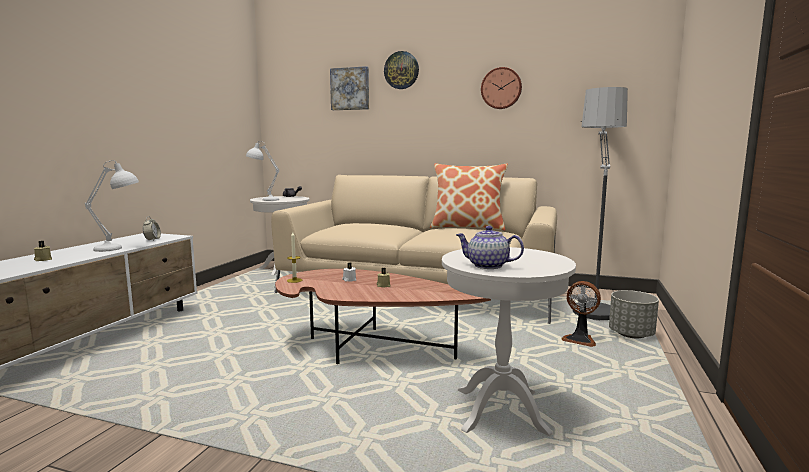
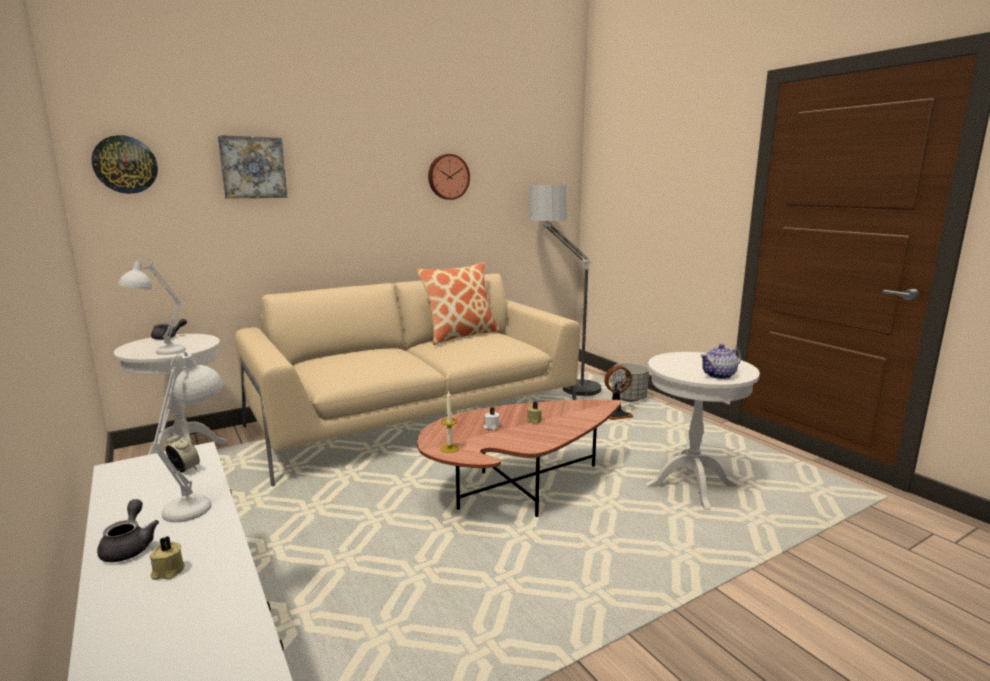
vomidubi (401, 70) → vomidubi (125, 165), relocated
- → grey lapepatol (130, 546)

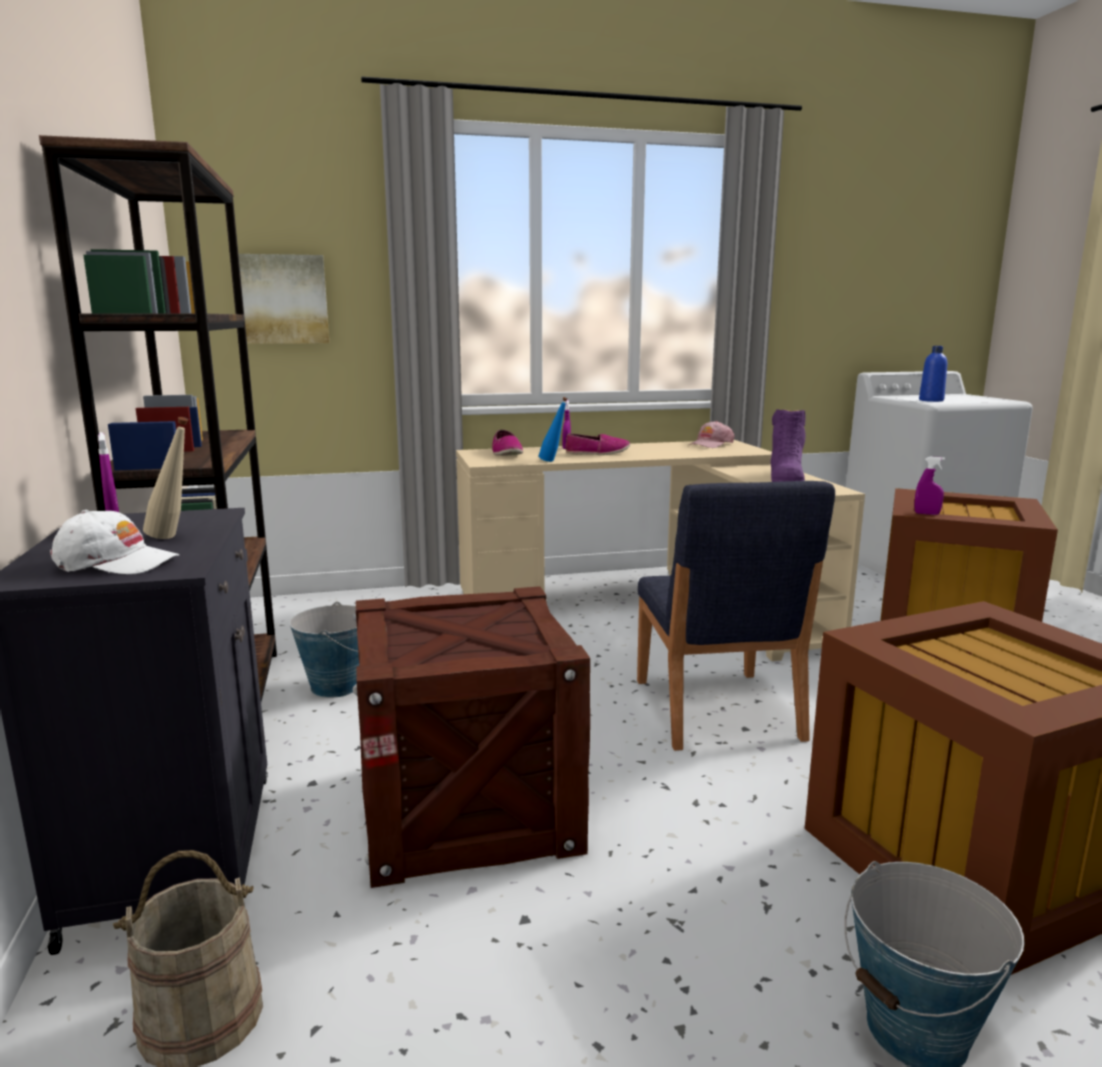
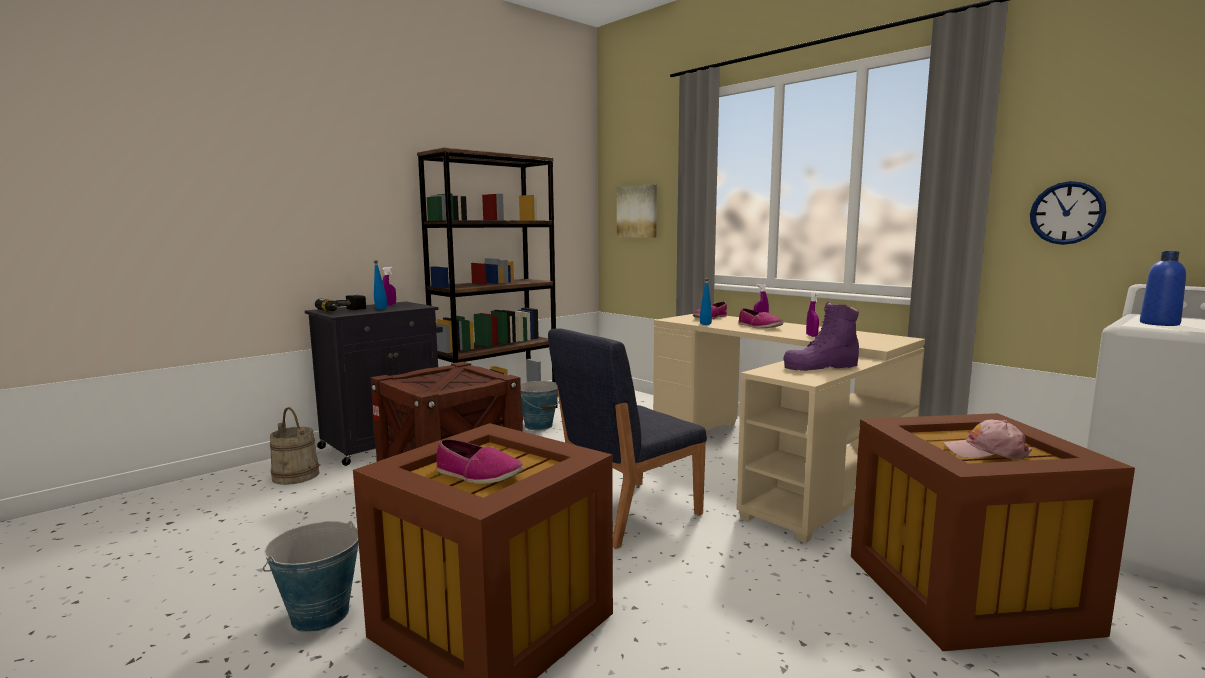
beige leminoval (174, 538) → blue leminoval (380, 309)
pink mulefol (710, 444) → pink mulefol (985, 452), relocated
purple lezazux (927, 514) → purple lezazux (811, 336), relocated
white mulefol (115, 562) → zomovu (344, 311)
- → vomidubi (1067, 213)
- → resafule (478, 475)

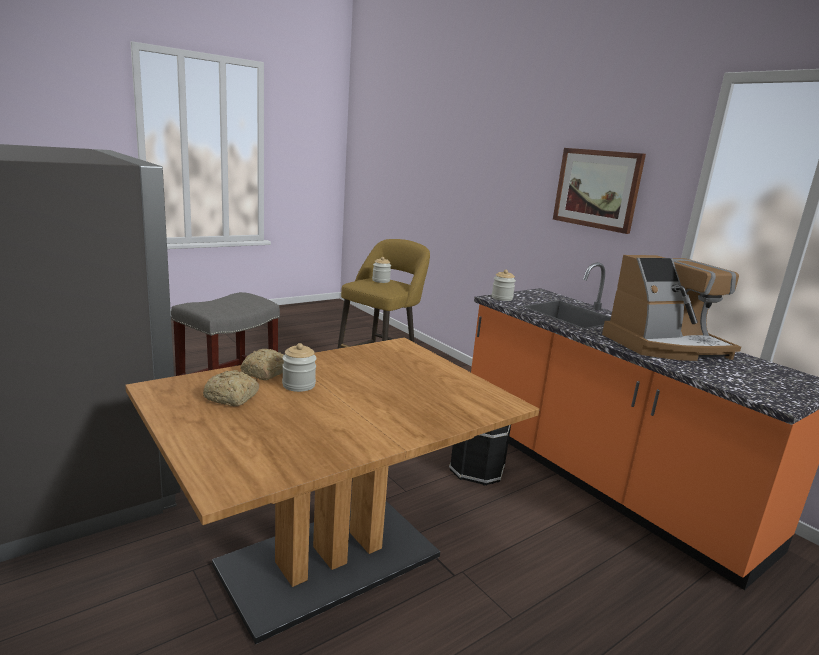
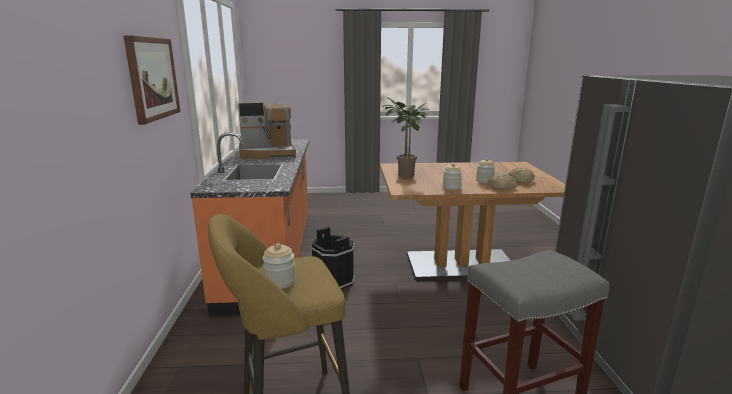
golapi (665, 346) → golapi (268, 154), 150 degrees clockwise
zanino (502, 298) → zanino (451, 187), relocated
- → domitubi (405, 176)

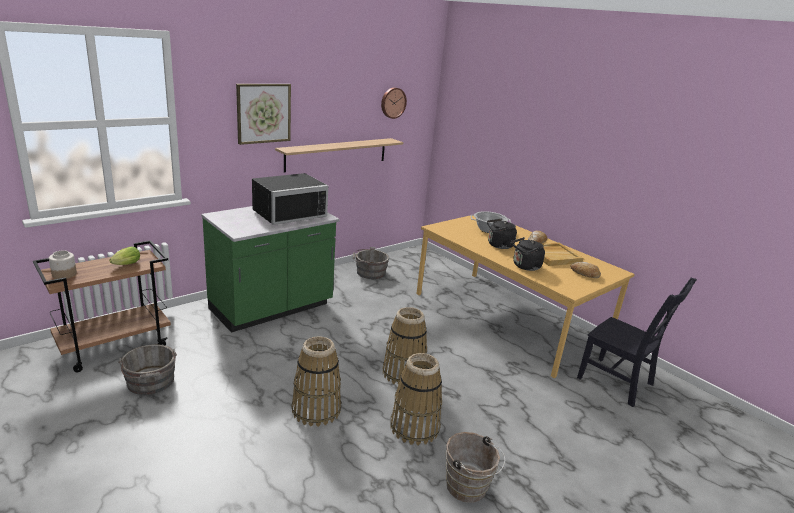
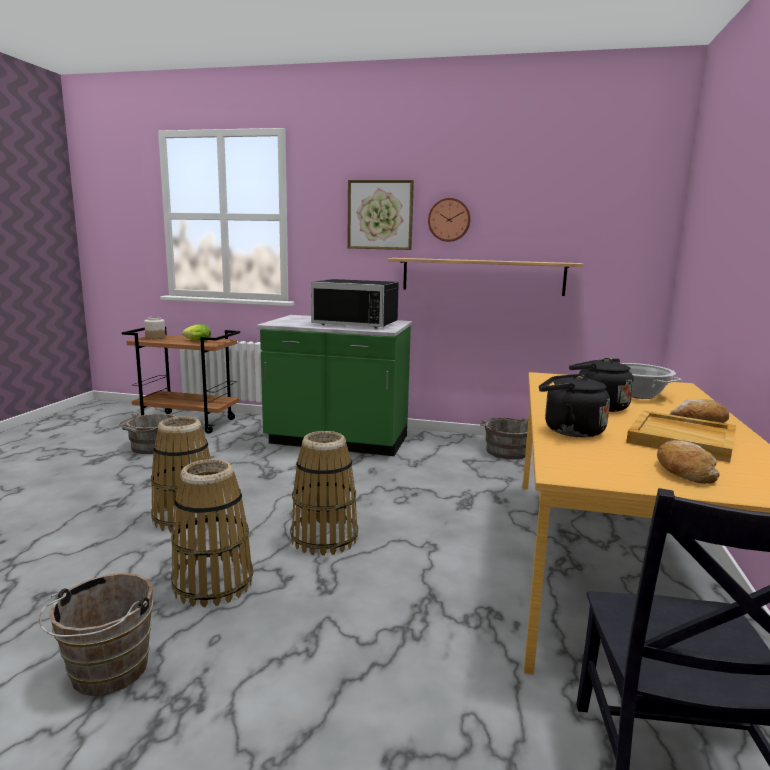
vomidubi (392, 102) → vomidubi (449, 220), relocated

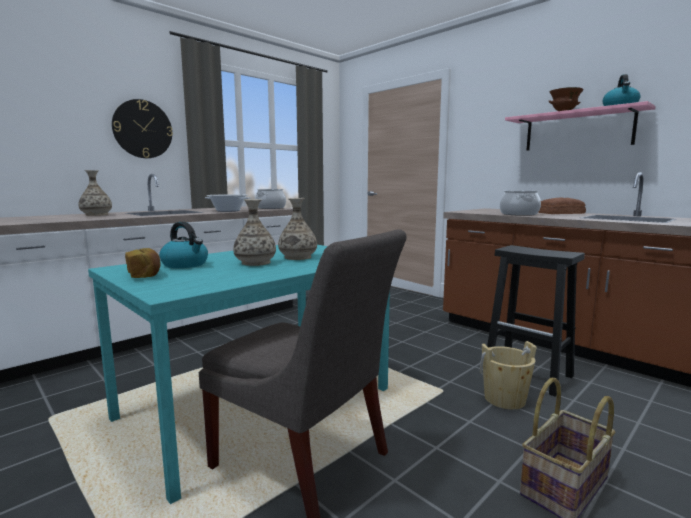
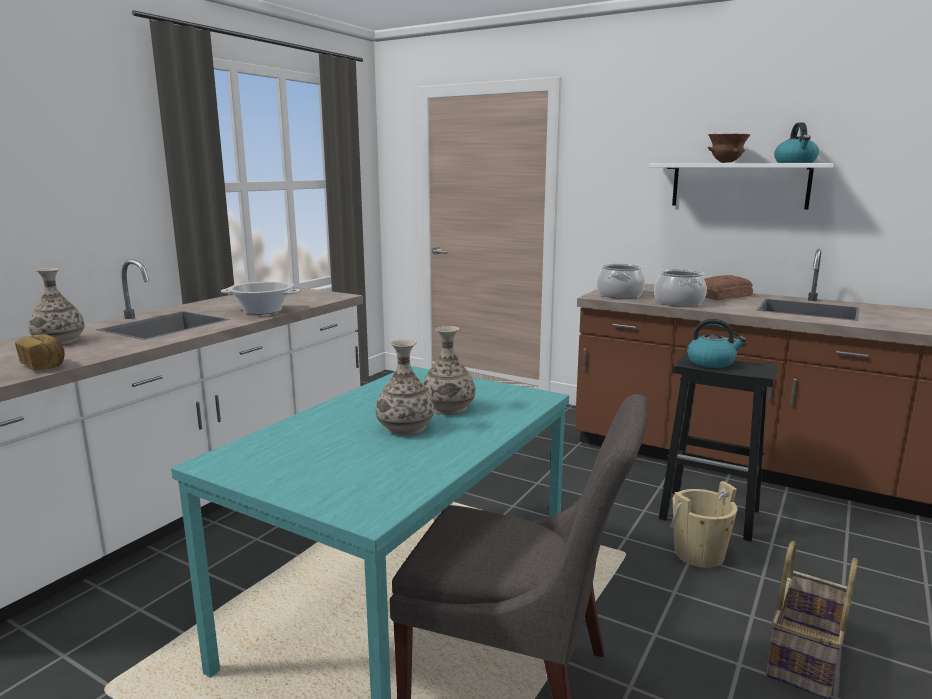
vomidubi (142, 129) → -
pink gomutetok (577, 131) → white gomutetok (739, 185)
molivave (271, 208) → molivave (620, 295), relocated
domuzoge (185, 264) → domuzoge (711, 362), relocated
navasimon (144, 275) → navasimon (44, 365), relocated

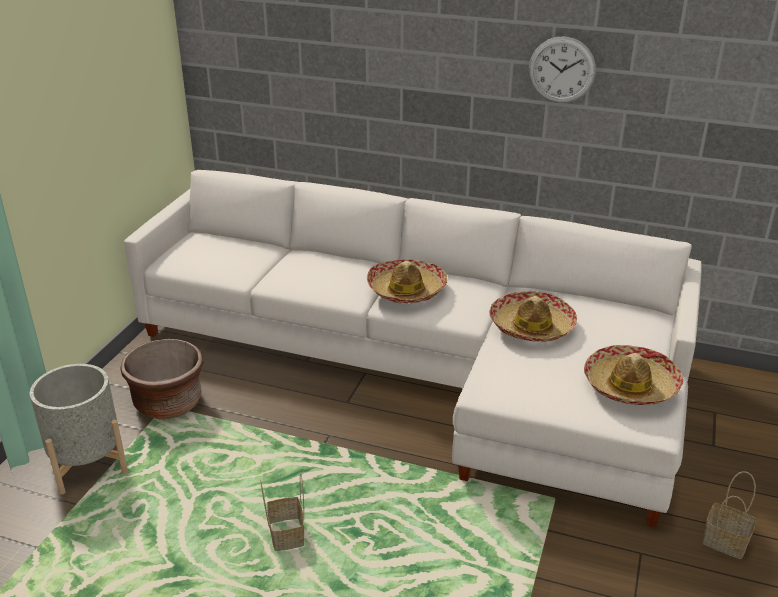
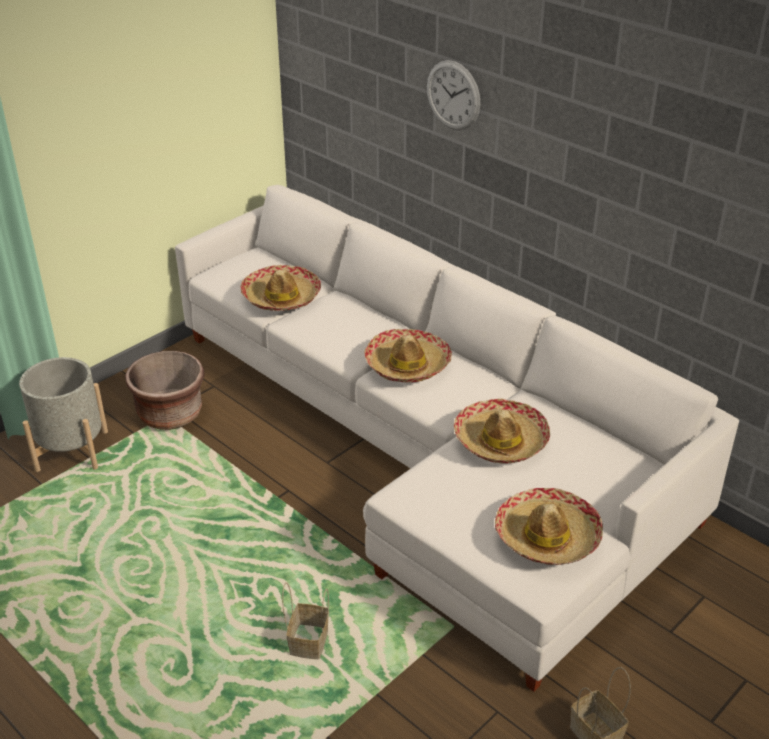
vomidubi (561, 70) → vomidubi (453, 95), relocated
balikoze (285, 534) → balikoze (308, 641), relocated
- → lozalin (281, 297)

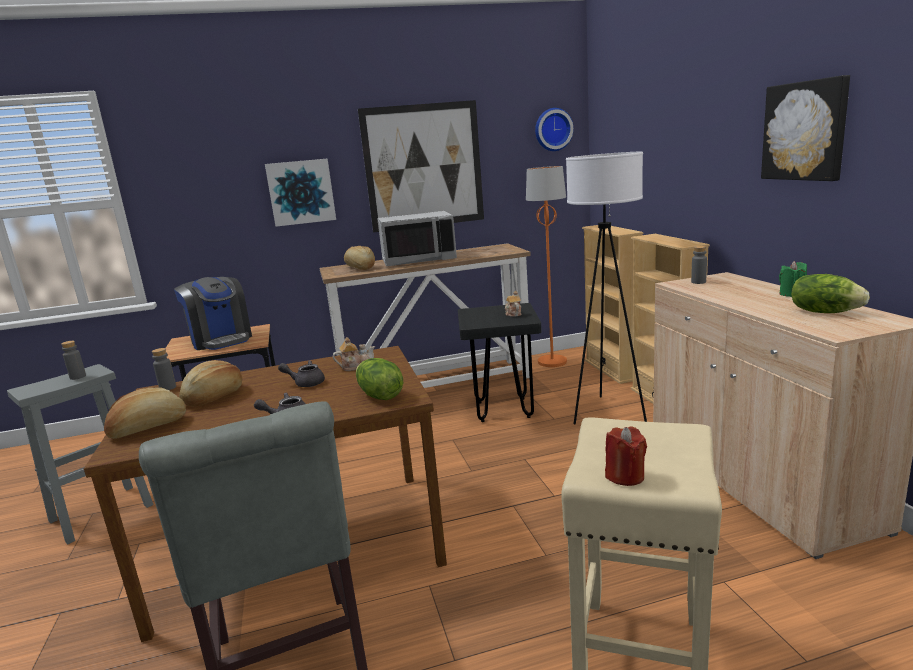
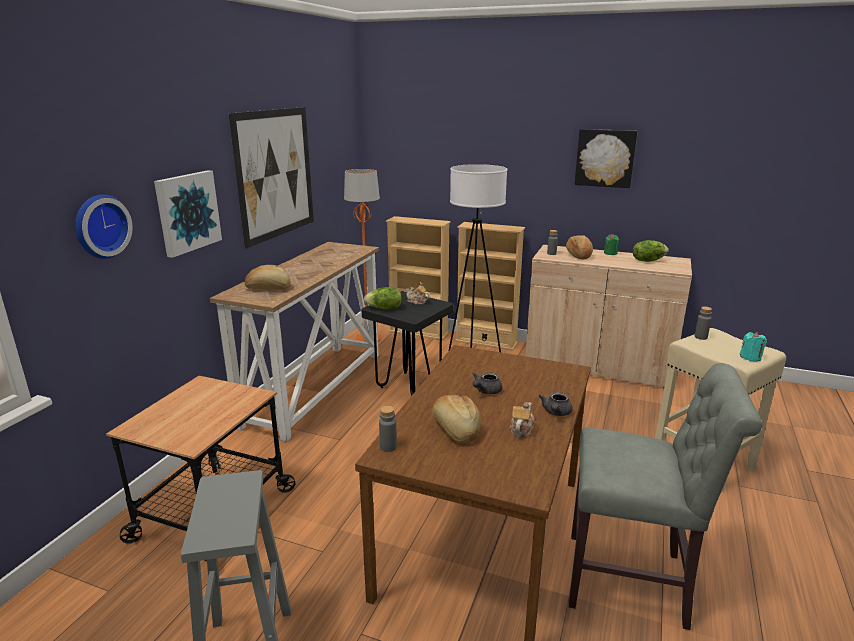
vomidubi (552, 129) → vomidubi (99, 226), relocated
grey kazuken (418, 260) → -
golapi (221, 340) → -
lapepatol (356, 366) → lapepatol (521, 429), relocated
grey leminoval (78, 377) → grey leminoval (700, 337), relocated
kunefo (379, 396) → kunefo (384, 308), relocated
navasimon (148, 427) → navasimon (578, 255), relocated
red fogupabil (625, 476) → turquoise fogupabil (750, 357)

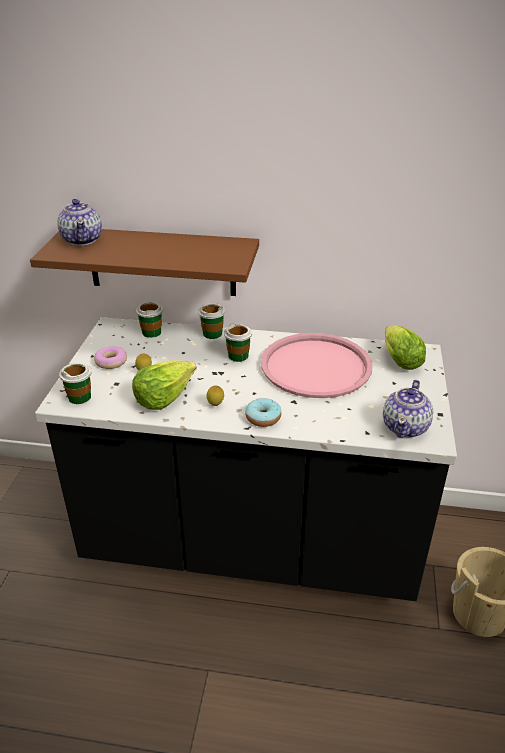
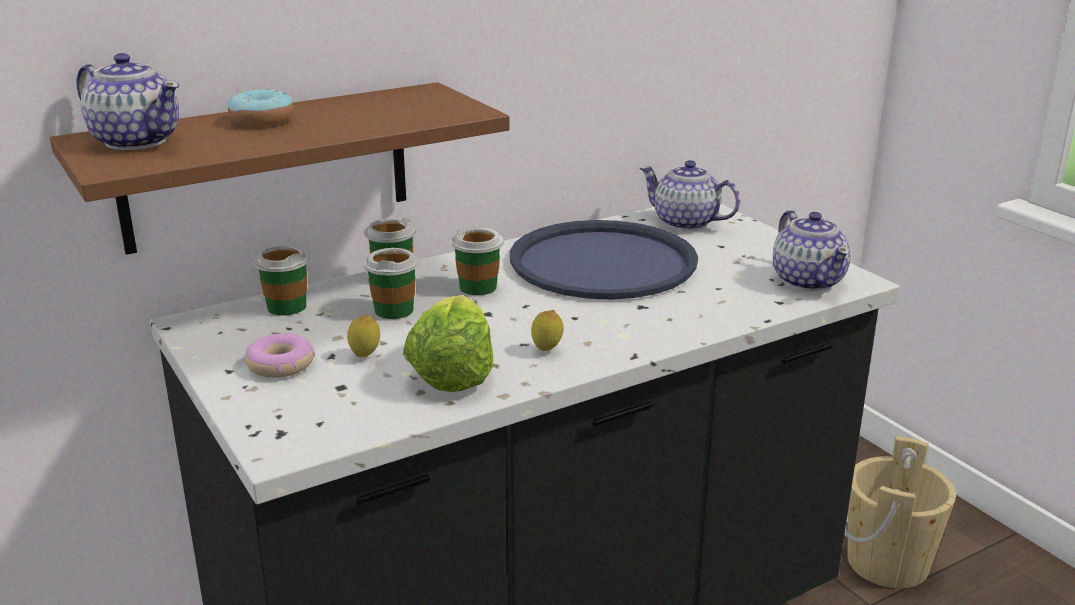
kunefo (399, 359) → lapepatol (686, 223)
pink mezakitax (316, 366) → blue mezakitax (602, 262)
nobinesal (80, 397) → nobinesal (394, 310), relocated
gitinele (263, 418) → gitinele (262, 120), relocated

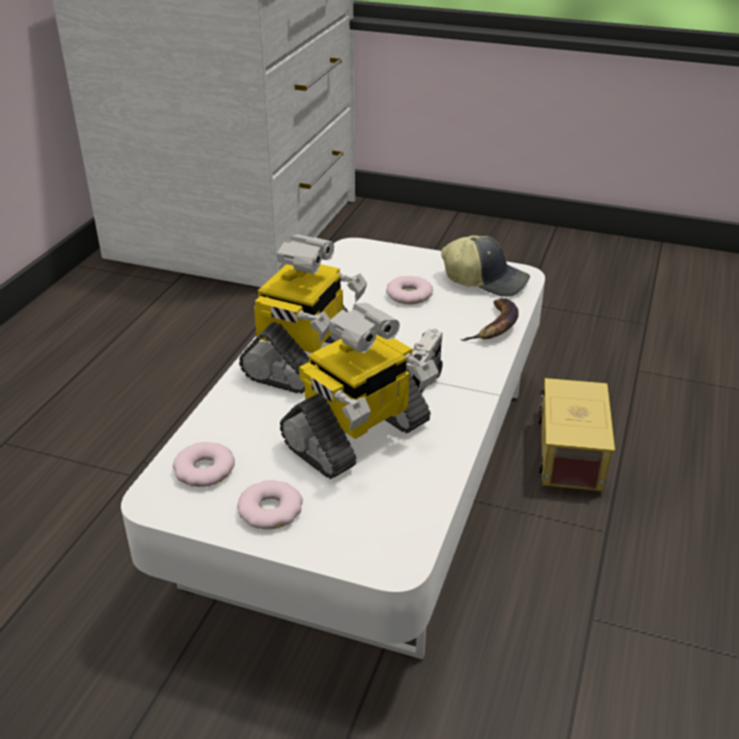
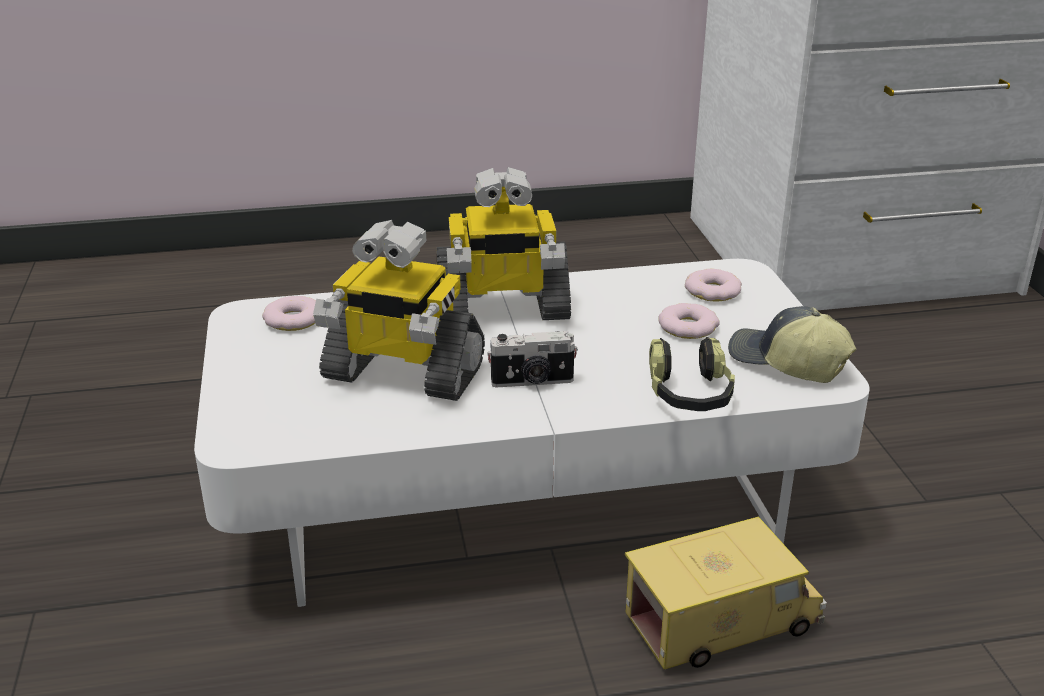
mulefol (485, 280) → mulefol (786, 363), 135 degrees clockwise
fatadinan (495, 326) → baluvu (689, 395)
gitinele (270, 510) → gitinele (713, 291), relocated

